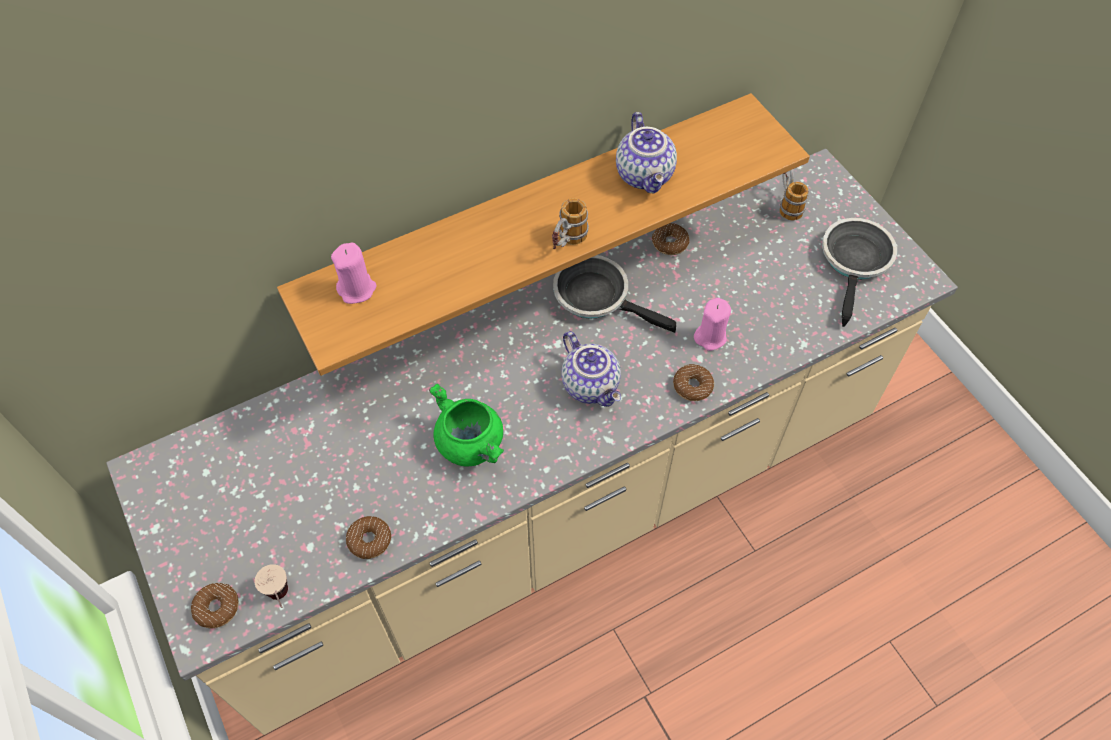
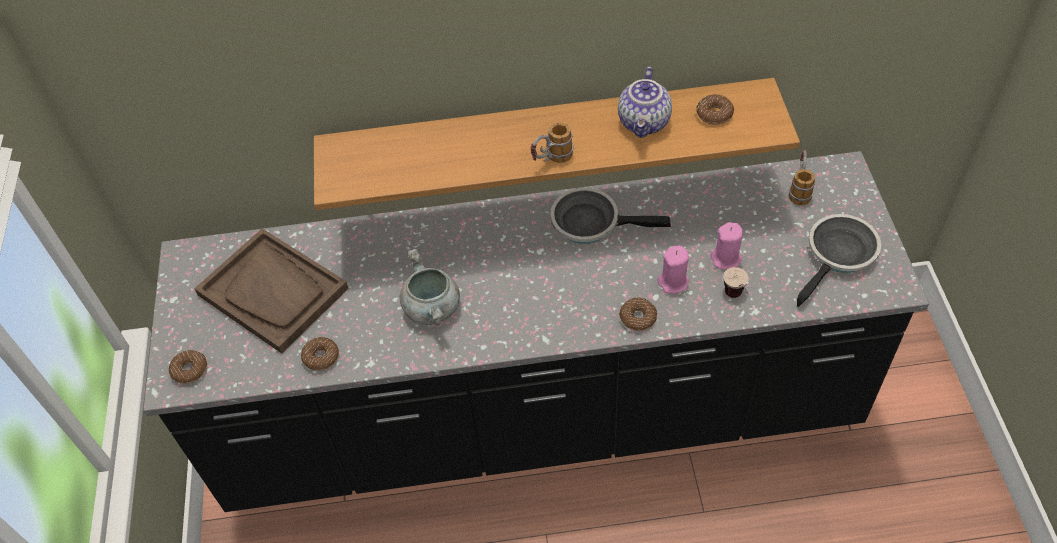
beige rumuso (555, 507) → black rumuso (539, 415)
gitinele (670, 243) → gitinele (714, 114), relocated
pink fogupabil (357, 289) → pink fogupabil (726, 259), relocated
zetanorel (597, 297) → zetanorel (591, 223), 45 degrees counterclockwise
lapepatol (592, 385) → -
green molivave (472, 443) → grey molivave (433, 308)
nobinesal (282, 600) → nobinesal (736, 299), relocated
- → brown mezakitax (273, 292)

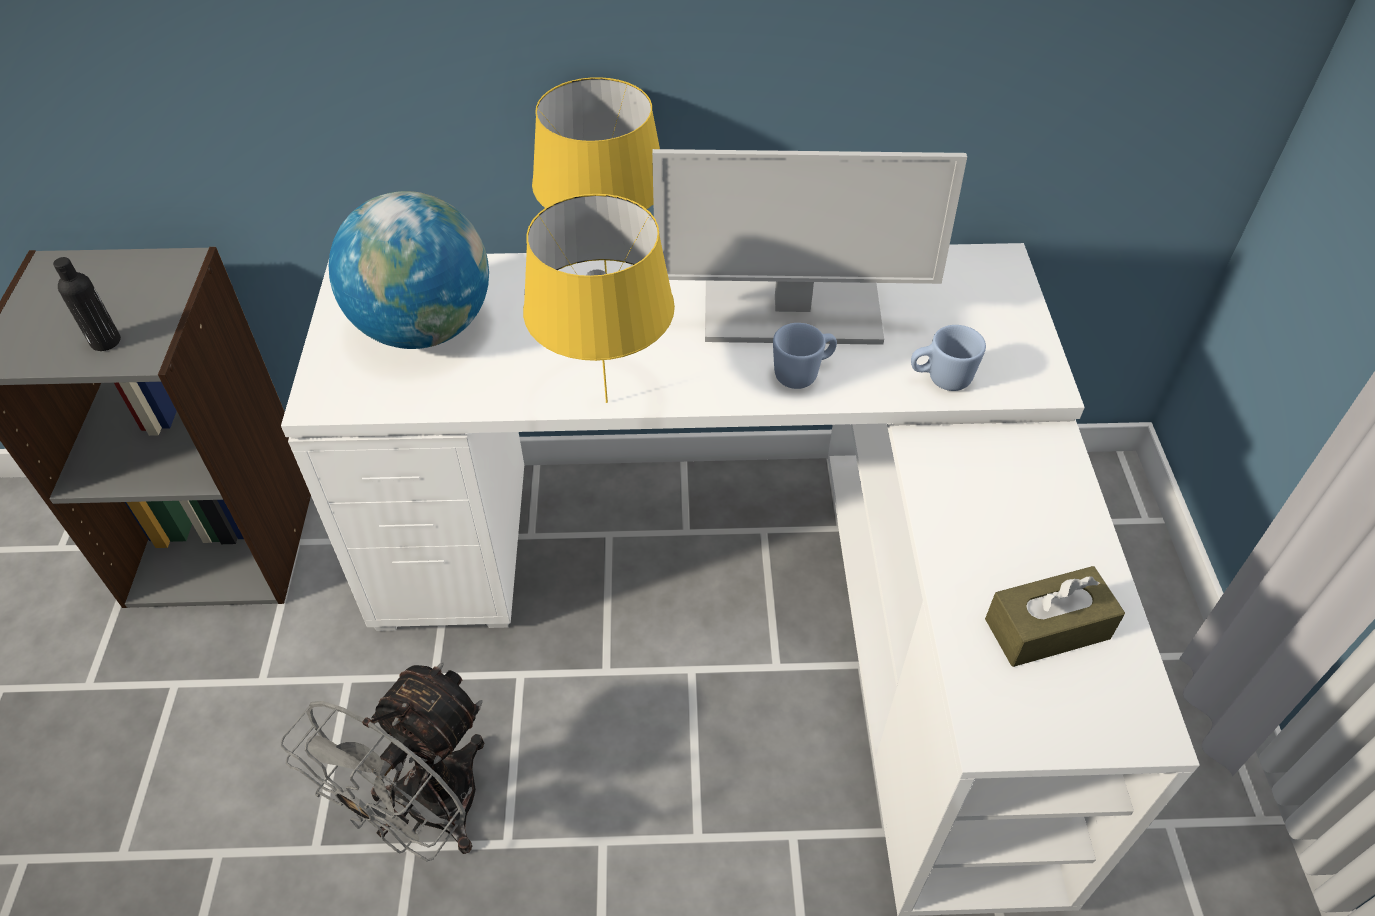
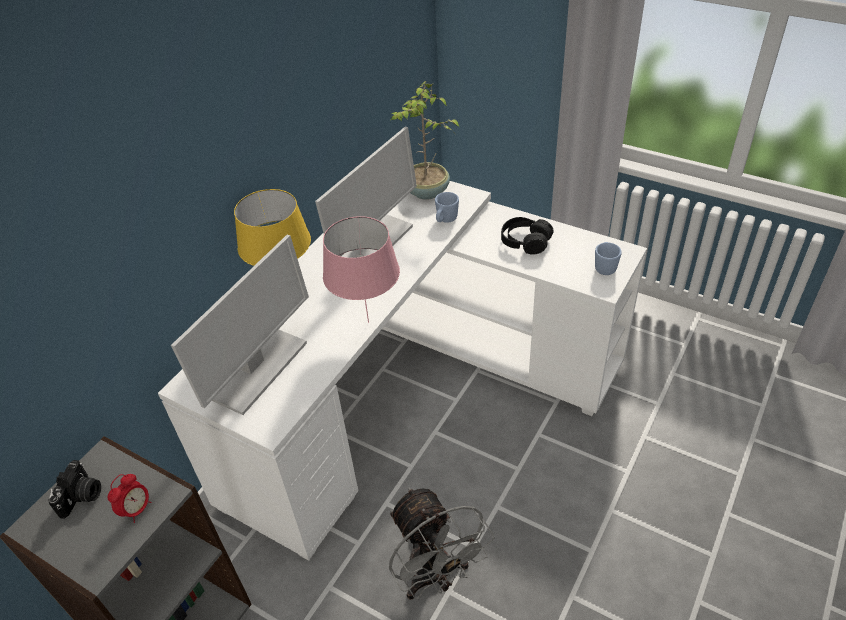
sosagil (425, 328) → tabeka (256, 370)
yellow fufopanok (607, 400) → pink fufopanok (367, 321)
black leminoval (106, 341) → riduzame (137, 509)
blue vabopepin (803, 374) → blue vabopepin (605, 266), relocated
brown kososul (1047, 629) → -
- → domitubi (426, 192)
- → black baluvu (525, 242)
- → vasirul (82, 497)

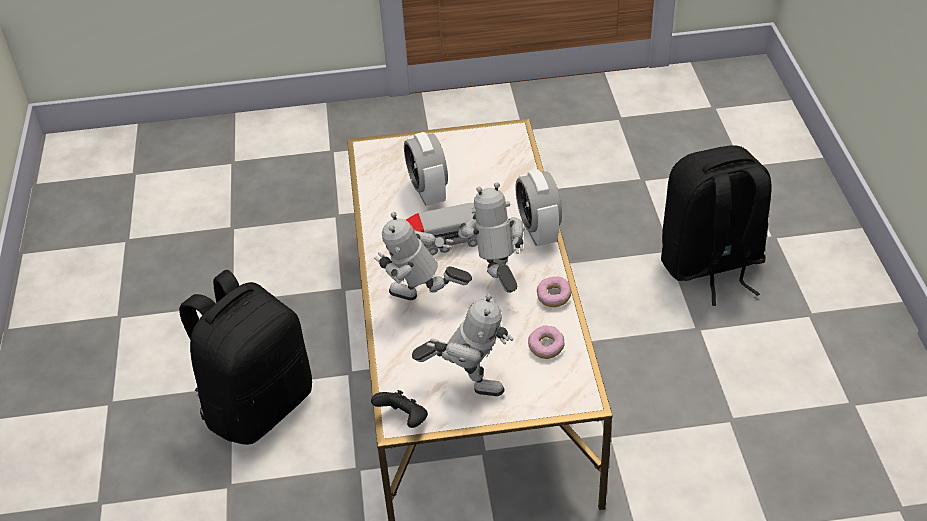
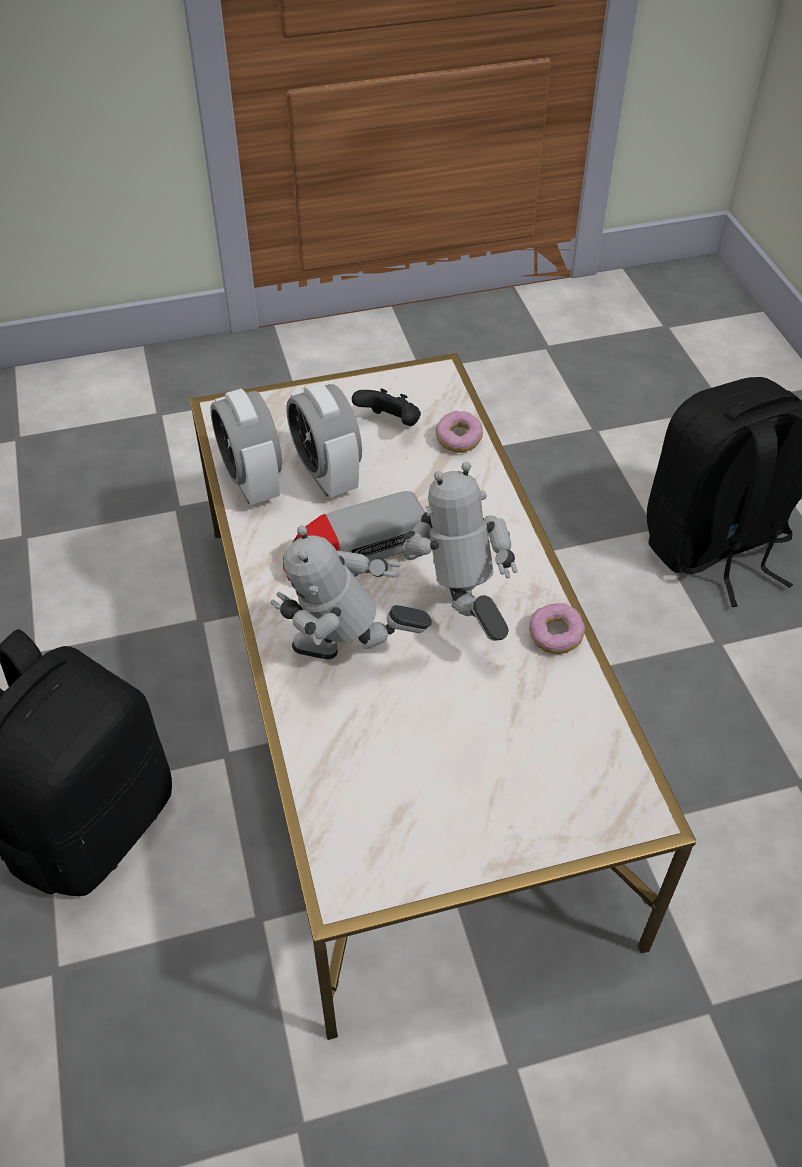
riduzame (538, 231) → riduzame (252, 482), relocated
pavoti (467, 382) → -
gitinele (546, 347) → gitinele (458, 440), relocated
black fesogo (403, 419) → black fesogo (390, 424), relocated

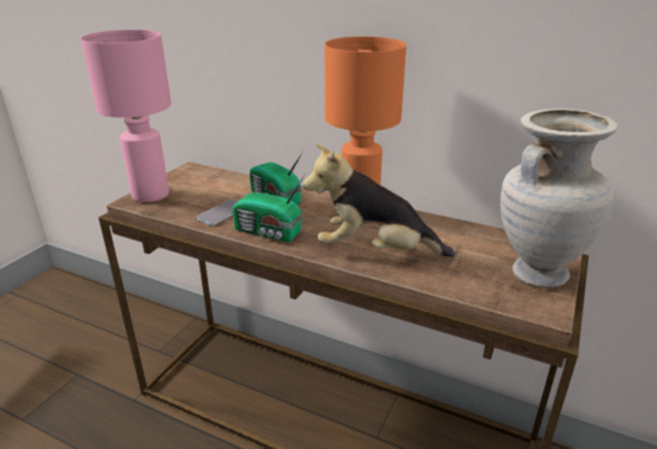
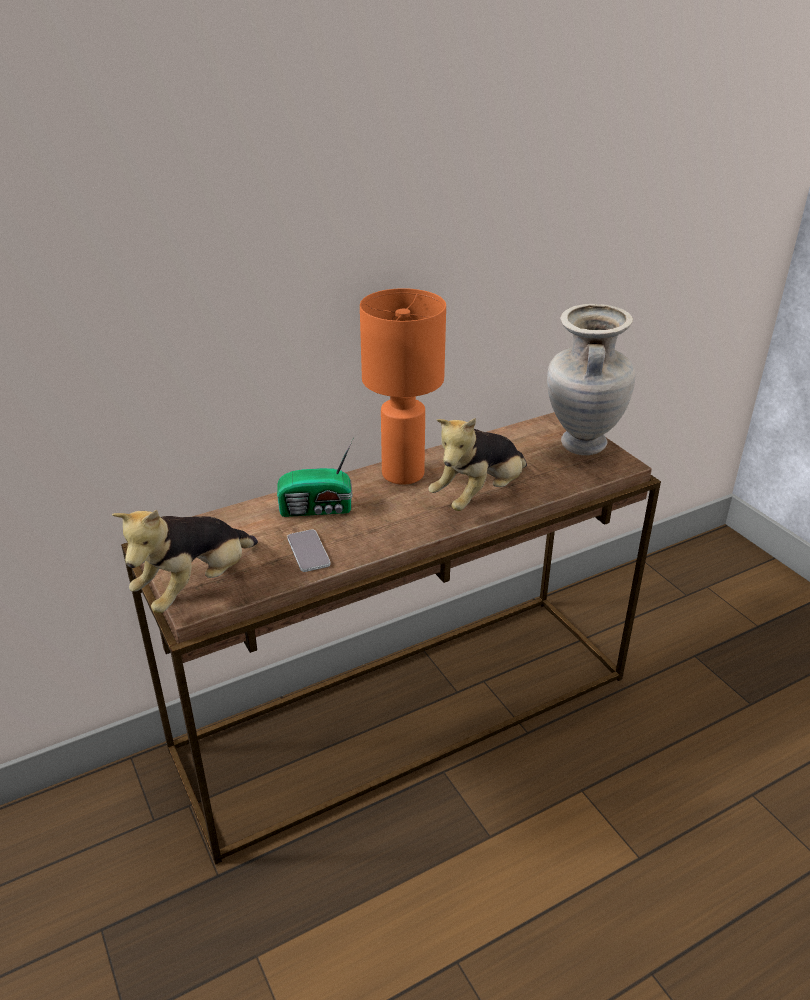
pink fufopanok (152, 195) → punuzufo (196, 586)
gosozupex (269, 232) → -

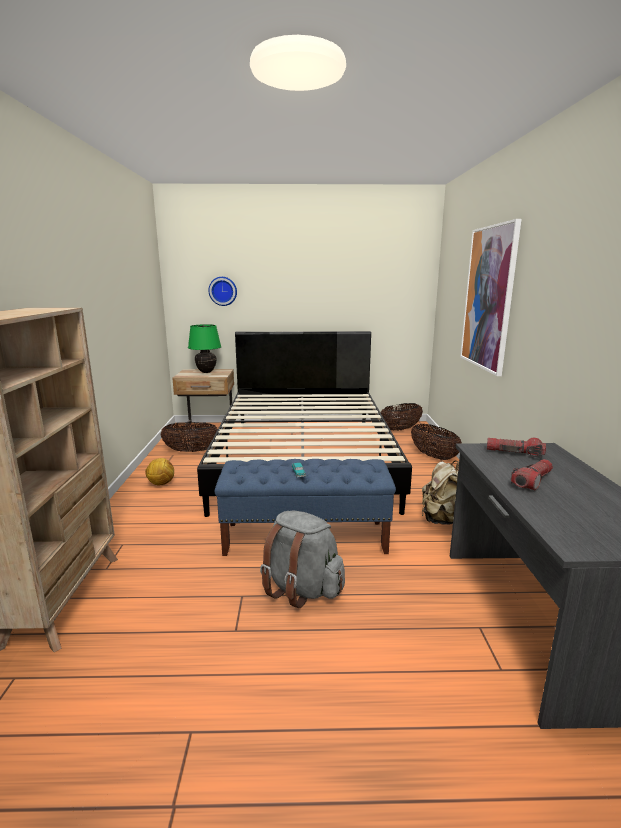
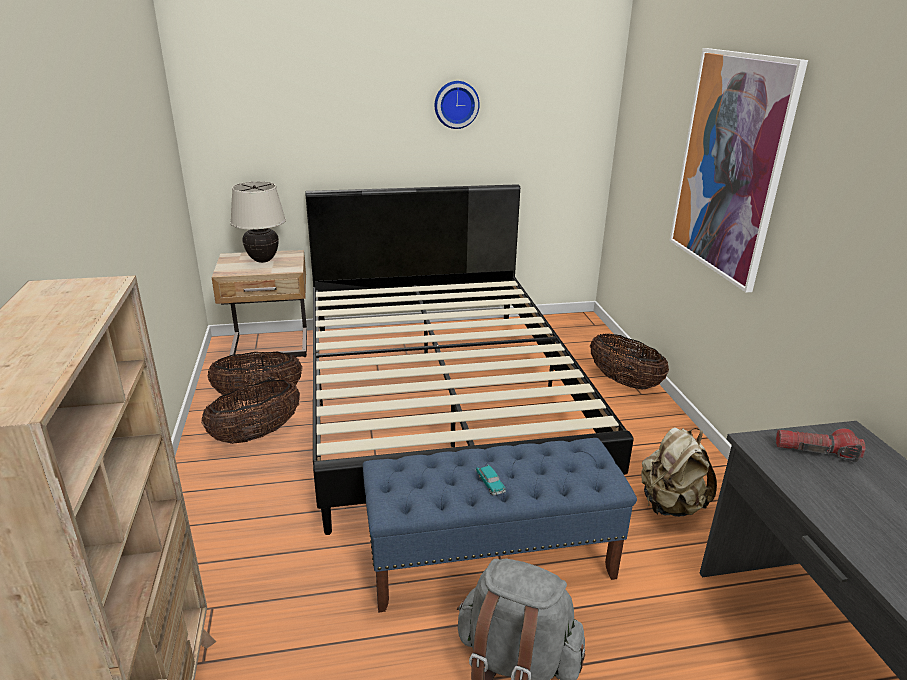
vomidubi (223, 291) → vomidubi (456, 104), relocated
green fufopanok (206, 372) → beige fufopanok (263, 260)
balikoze (400, 429) → balikoze (256, 434), relocated
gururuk (161, 484) → -
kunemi (532, 481) → -

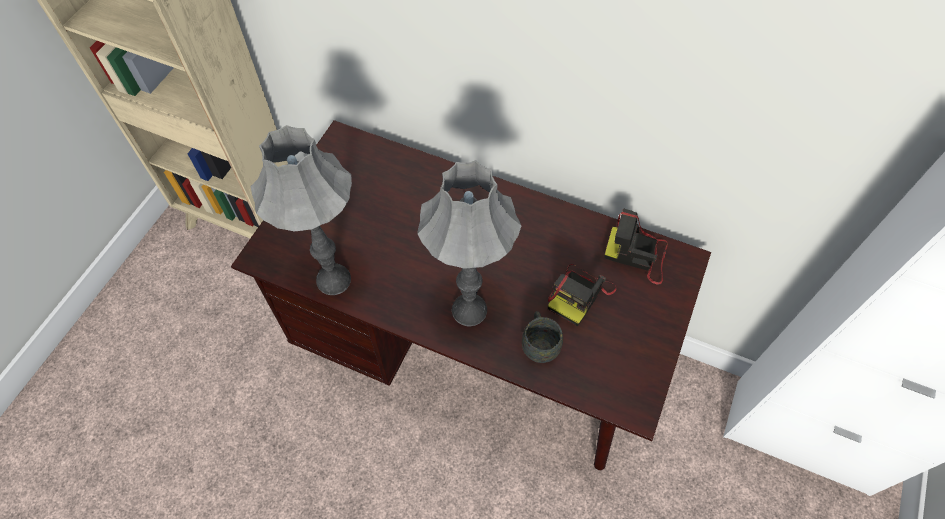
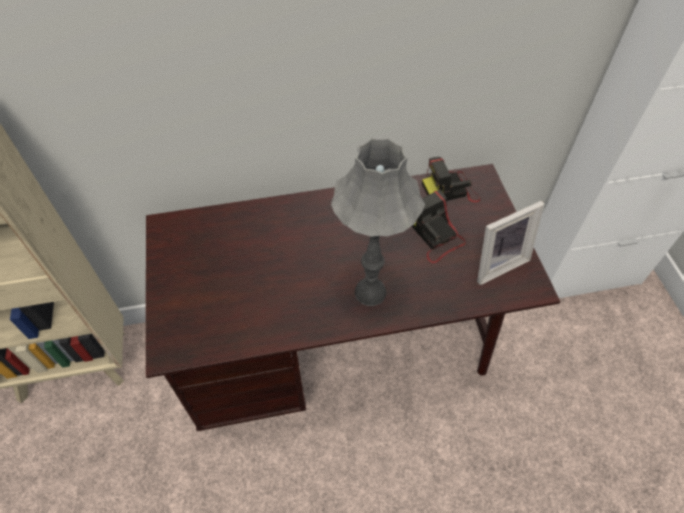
grey fufopanok (334, 280) → -
vasirul (579, 294) → vasirul (435, 237), 150 degrees clockwise
grey vabopepin (539, 343) → -
- → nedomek (496, 262)

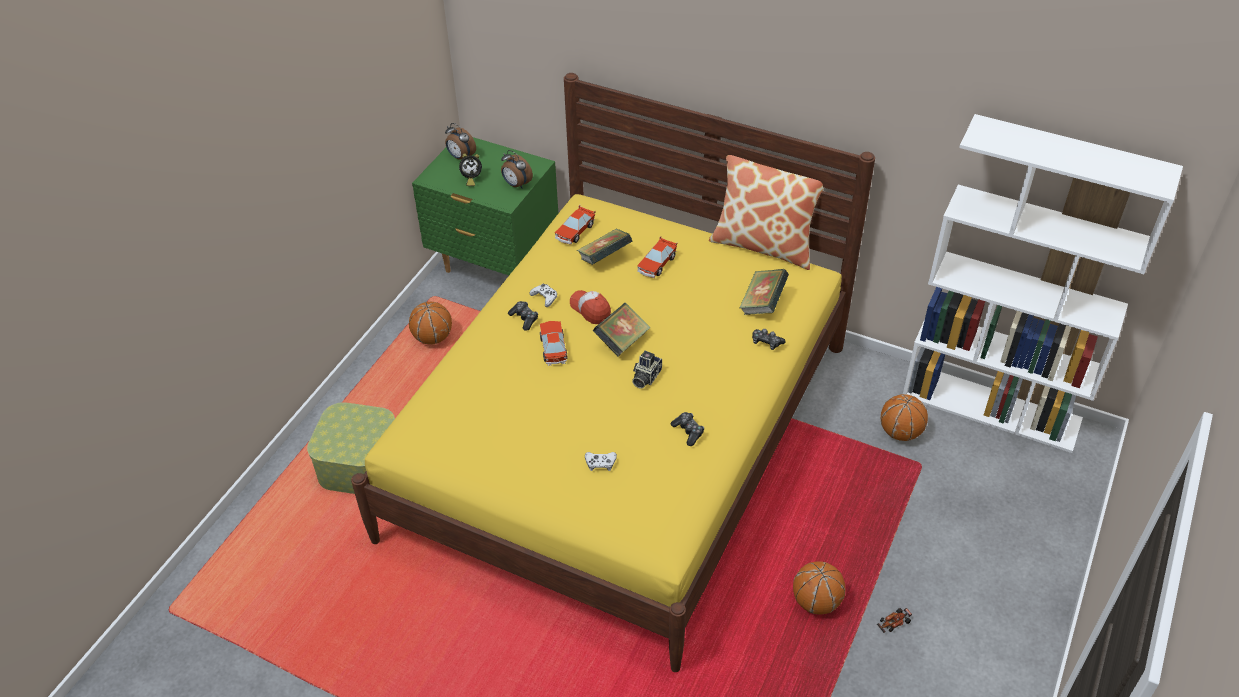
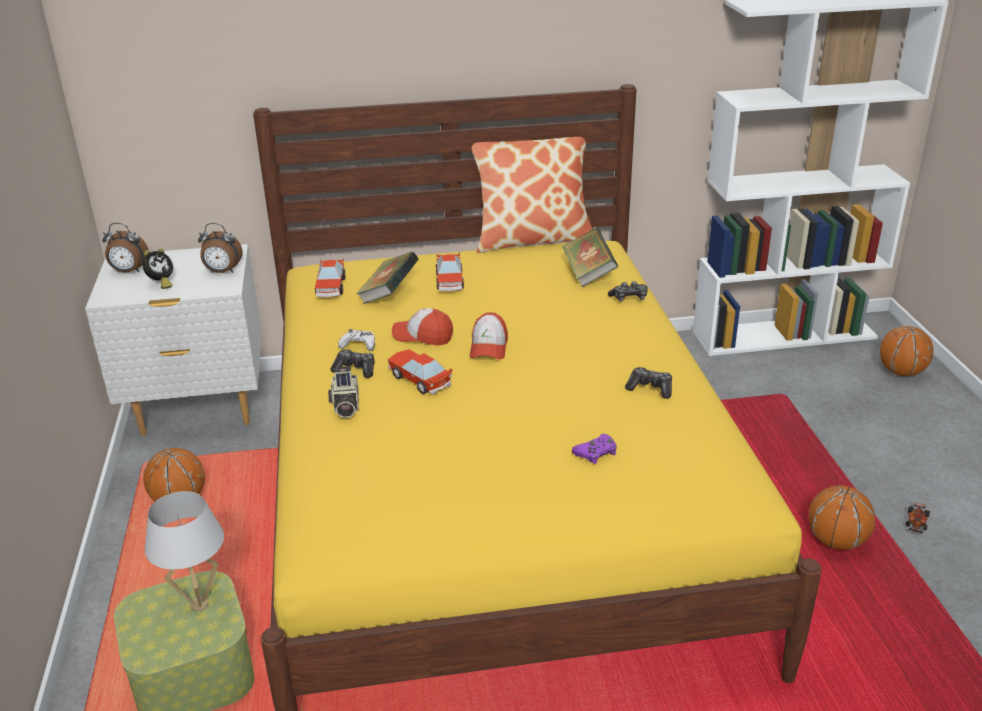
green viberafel (495, 266) → white viberafel (199, 409)
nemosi (622, 341) → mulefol (488, 347)
vasirul (645, 377) → vasirul (345, 407), relocated
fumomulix (900, 432) → fumomulix (901, 372), relocated
white fesogo (600, 463) → purple fesogo (596, 453)
- → white fufopanok (199, 604)

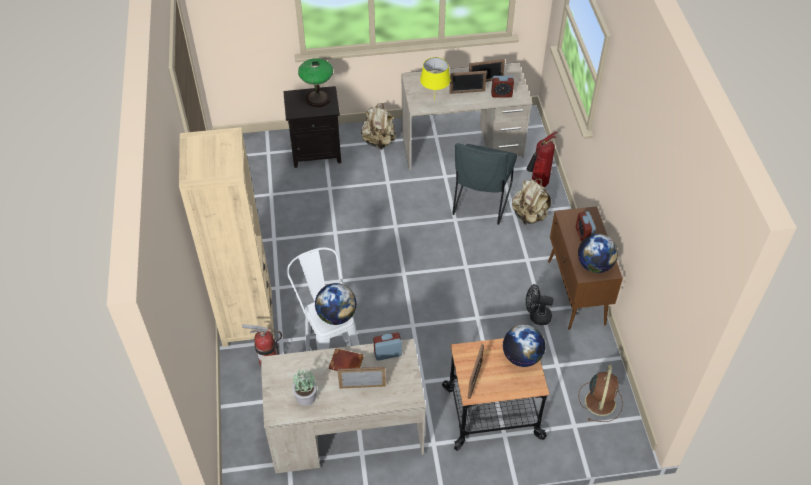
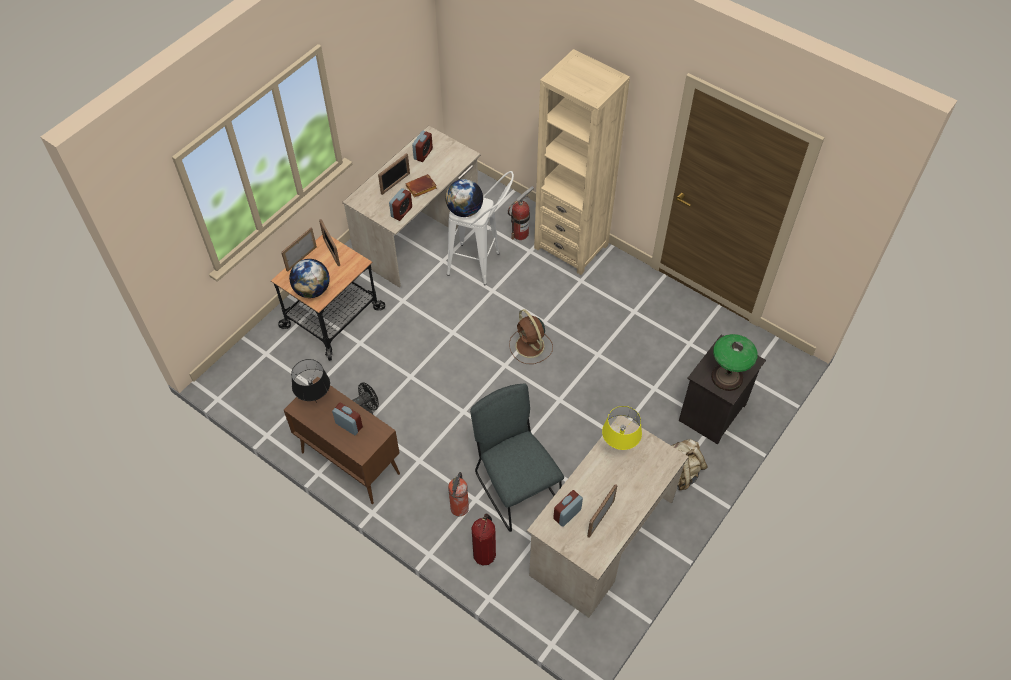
nedomek (467, 92) → nedomek (301, 258), relocated
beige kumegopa (529, 216) → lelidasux (459, 509)
sosagil (594, 265) → black fufopanok (315, 403)
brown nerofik (600, 401) → brown nerofik (530, 347), relocated
domitubi (305, 397) → riduzame (423, 154)

